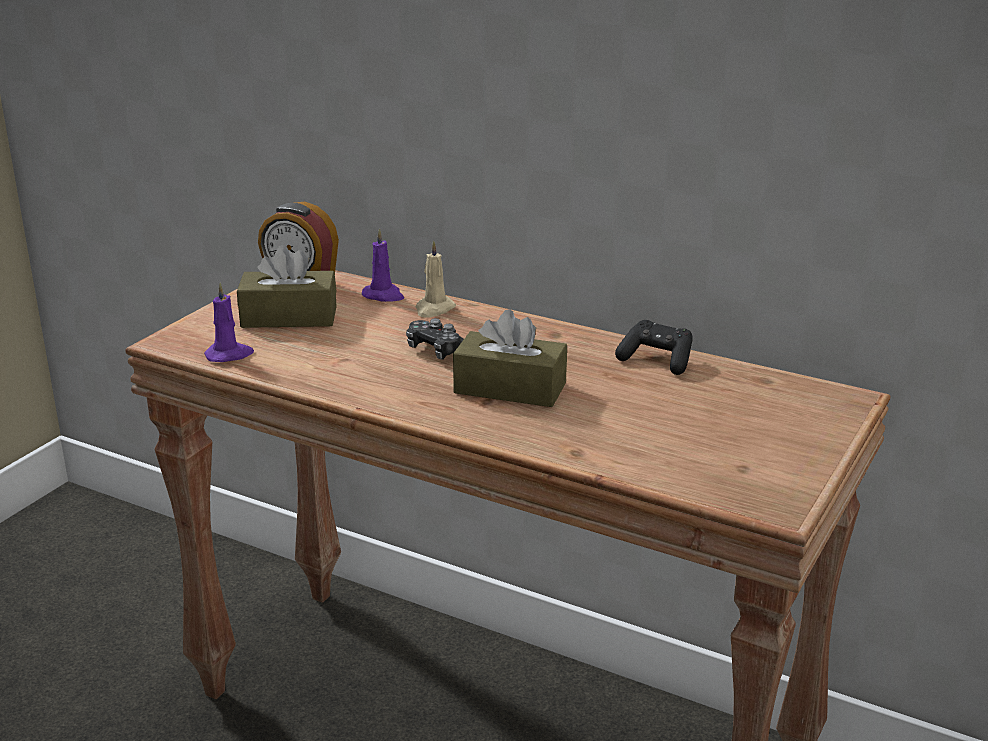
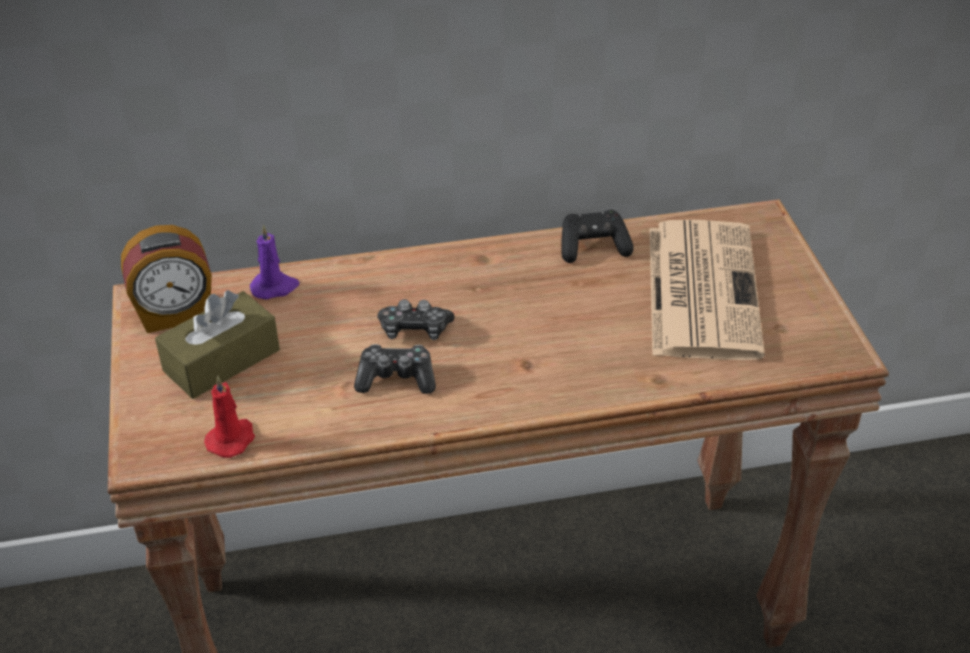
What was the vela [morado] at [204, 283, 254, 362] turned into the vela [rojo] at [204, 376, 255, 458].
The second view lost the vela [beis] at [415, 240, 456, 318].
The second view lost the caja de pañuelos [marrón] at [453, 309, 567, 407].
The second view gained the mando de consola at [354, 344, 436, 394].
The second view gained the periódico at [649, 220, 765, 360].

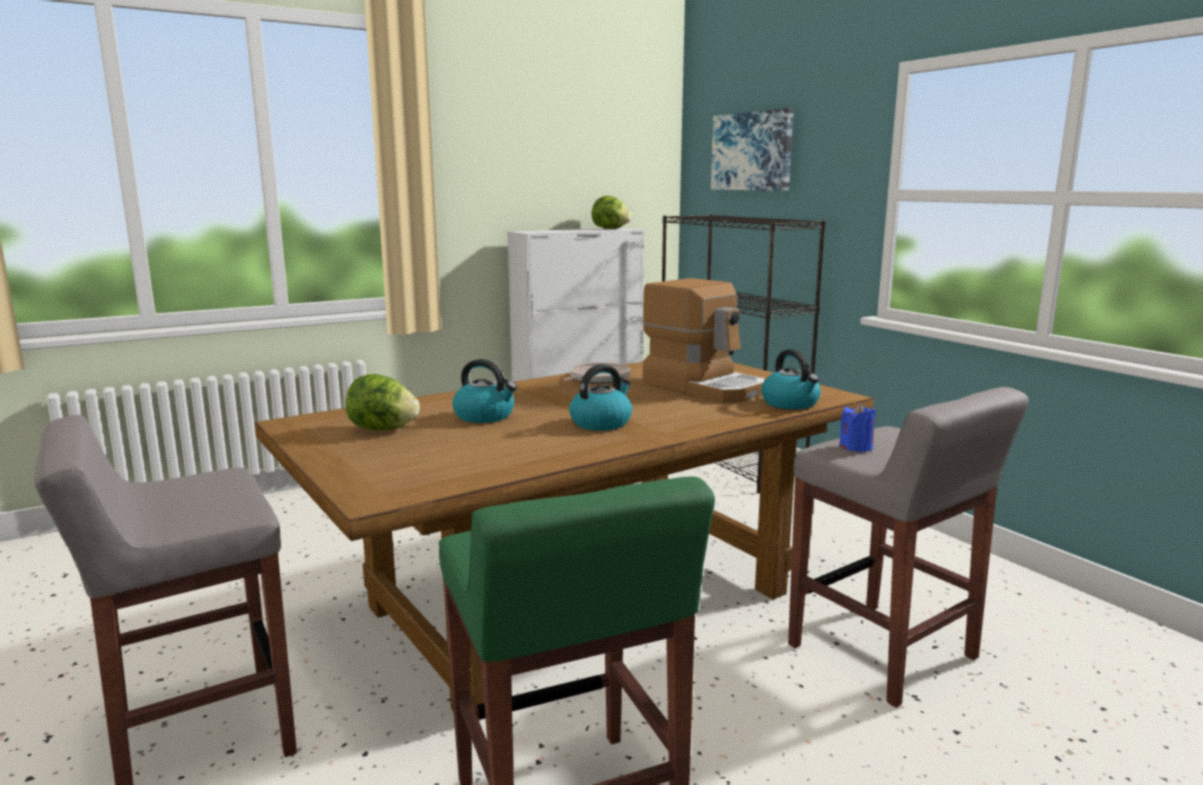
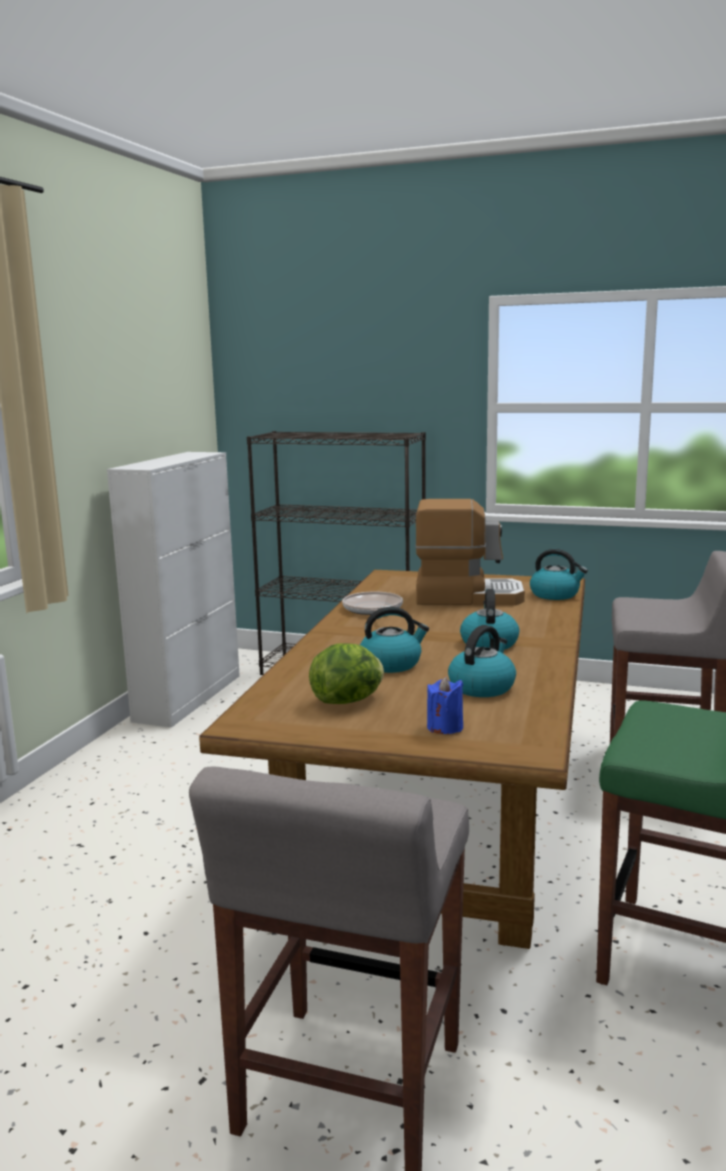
The second view lost the lechuga at [592, 196, 632, 229].
The second view lost the cuadro at [711, 108, 794, 191].
The vela [azul] ended up elsewhere, having gone from [839, 403, 876, 452] to [427, 676, 463, 734].
The second view gained the hervidor at [448, 625, 516, 697].

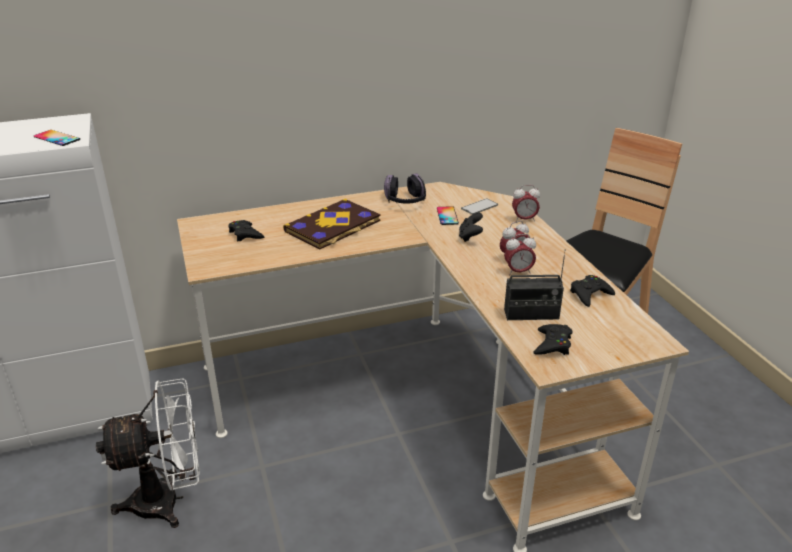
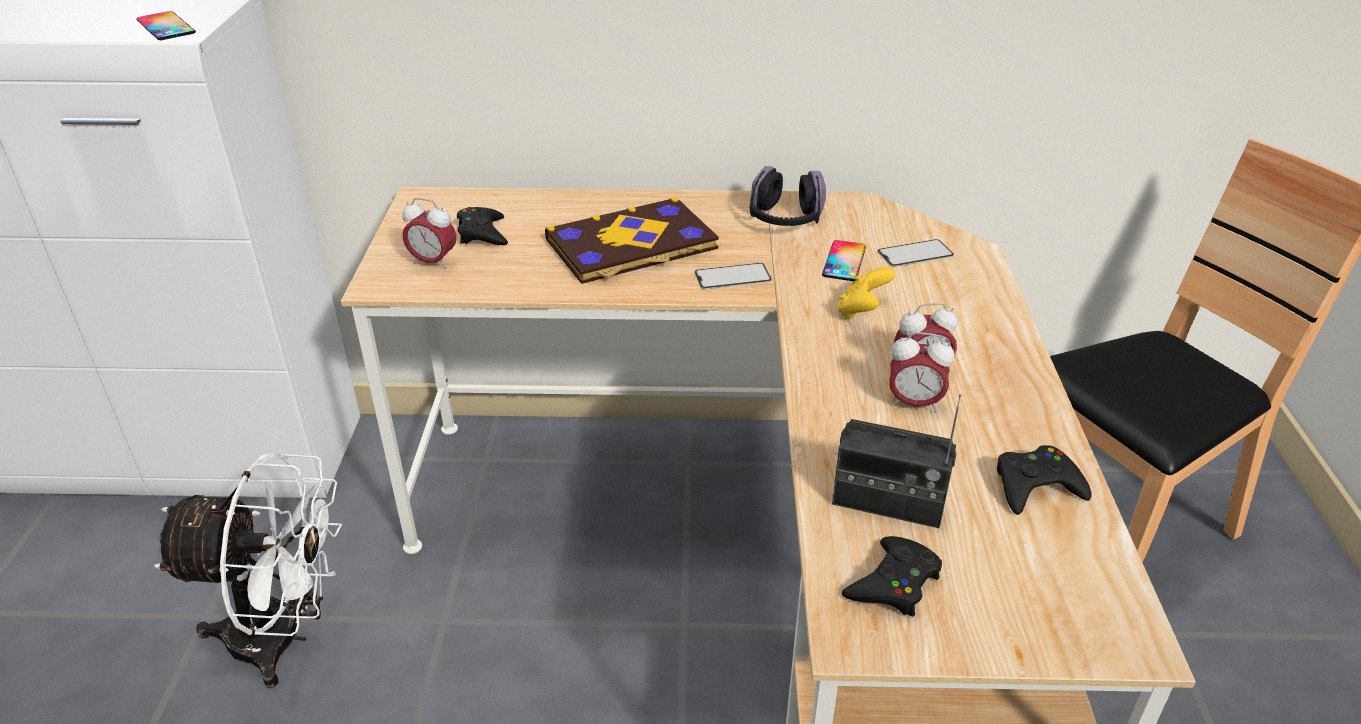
What was the mando de consola [negro] at [459, 212, 483, 242] turned into the mando de consola [amarillo] at [837, 267, 896, 319].
The despertador ended up elsewhere, having gone from [512, 185, 540, 222] to [402, 198, 456, 269].
The second view gained the móvil at [695, 263, 772, 290].

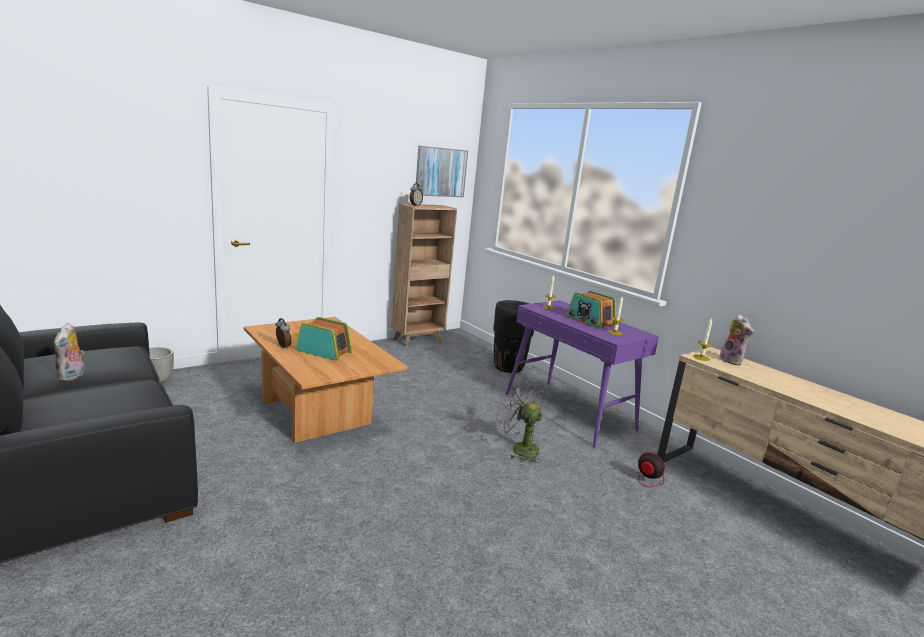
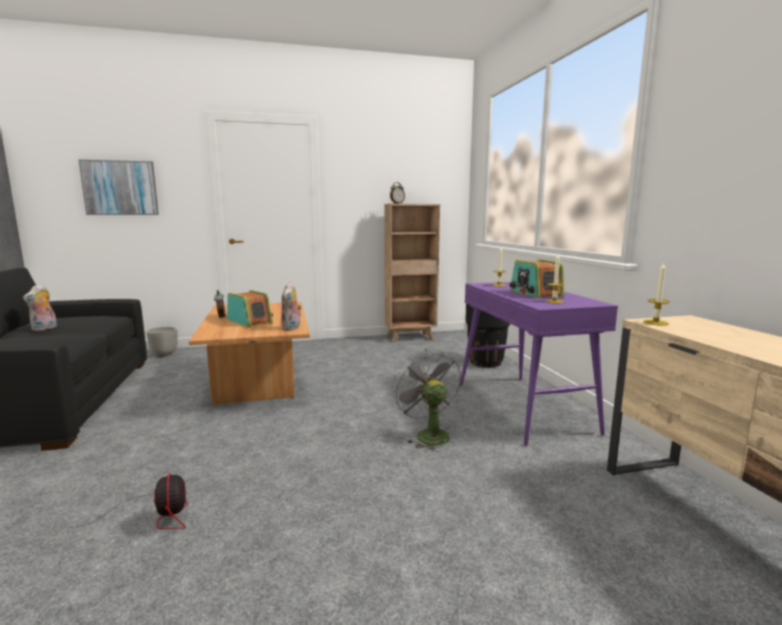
The cuadro ended up elsewhere, having gone from [415, 146, 468, 197] to [79, 160, 159, 215].
The ventilador ended up elsewhere, having gone from [601, 452, 665, 496] to [70, 474, 188, 529].
The peluche ended up elsewhere, having gone from [719, 315, 754, 365] to [281, 282, 302, 331].

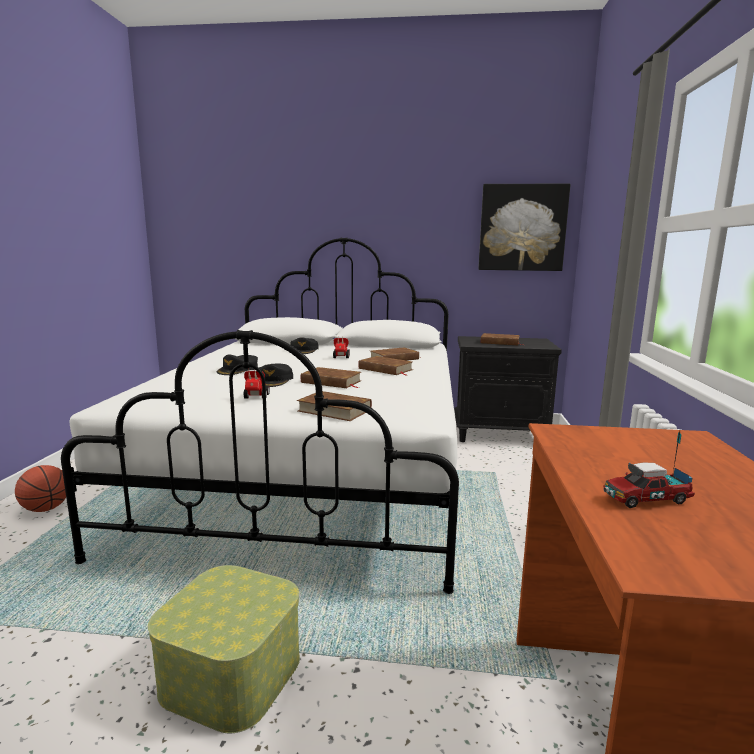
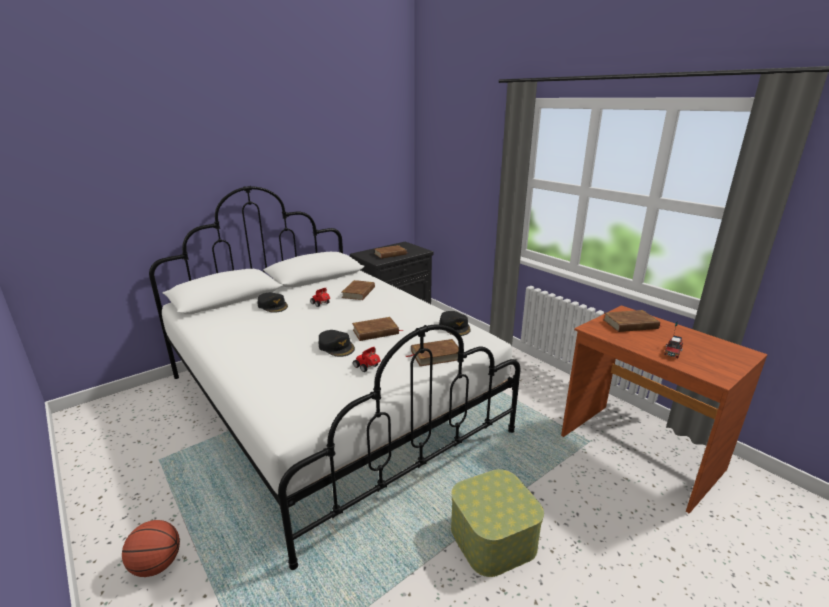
The gorra [negro] ended up elsewhere, having gone from [217, 355, 258, 375] to [439, 311, 471, 336].
The libro [marrón] ended up elsewhere, having gone from [358, 356, 413, 376] to [603, 310, 661, 332].
The second view lost the cuadro at [478, 184, 570, 271].

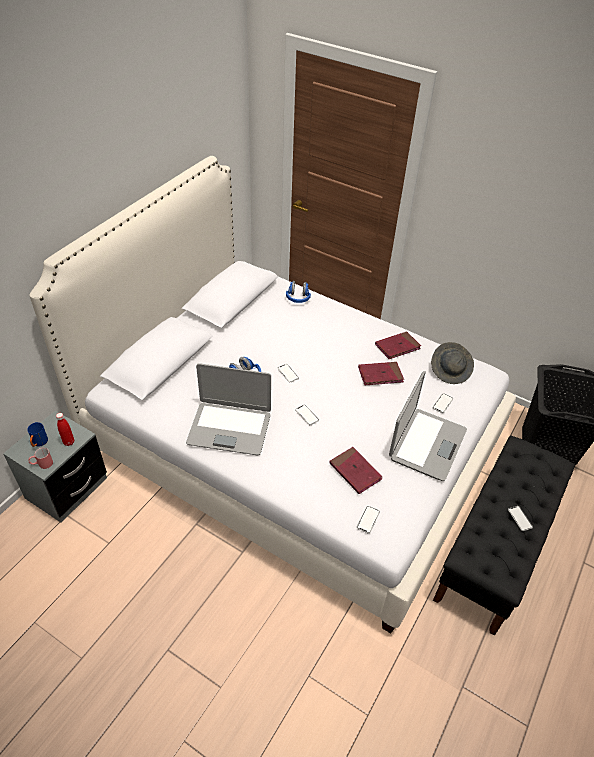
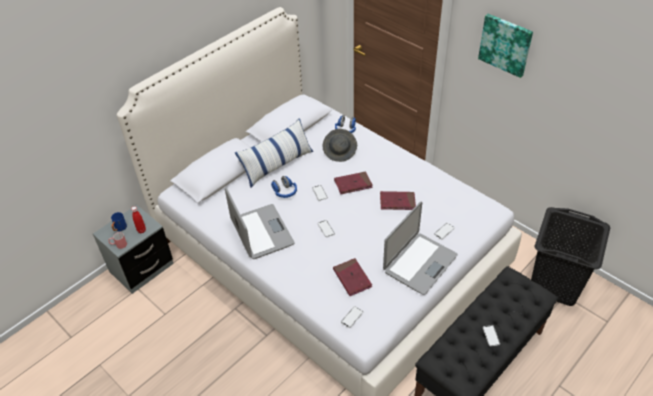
The portátil at [186, 363, 271, 455] ended up facing another way, 135 degrees counterclockwise from before.
The libro [rojo] ended up elsewhere, having gone from [375, 331, 421, 359] to [334, 171, 373, 194].
The sombrero [gris] ended up elsewhere, having gone from [431, 342, 474, 384] to [323, 129, 357, 162].
The second view gained the cojín at [235, 118, 313, 188].
The second view gained the cuadro at [478, 14, 533, 78].

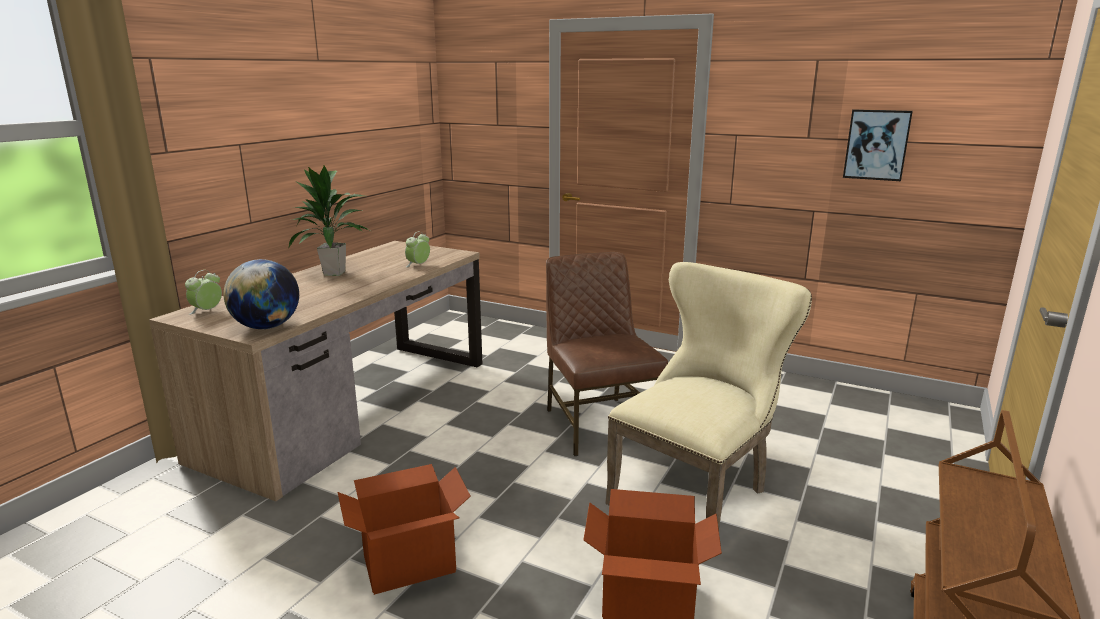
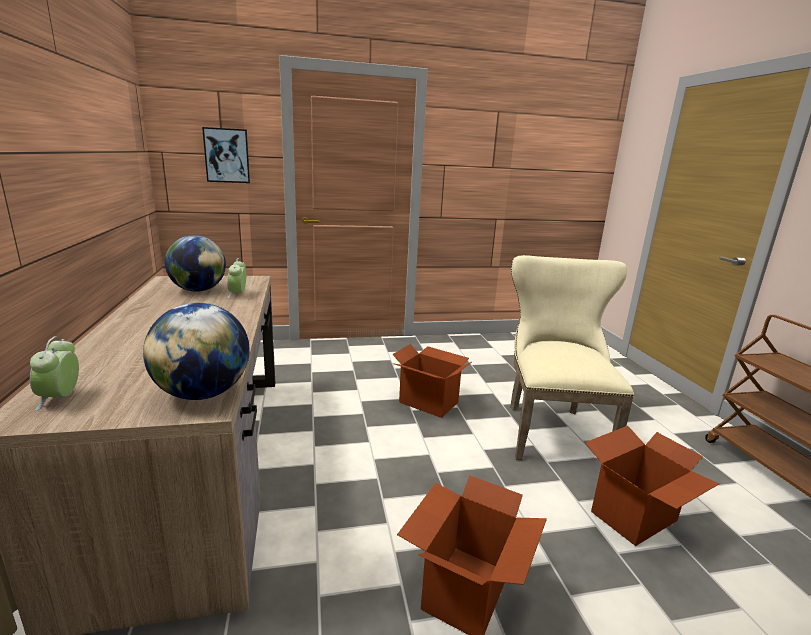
The second view lost the planta en maceta at [288, 166, 371, 276].
Where the silla [marrón] stood at [546, 252, 668, 456], the caja de cartón came to stand at [392, 344, 472, 418].
The cuadro ended up elsewhere, having gone from [843, 109, 913, 181] to [202, 127, 250, 183].
The second view gained the globo terráqueo at [165, 235, 226, 292].

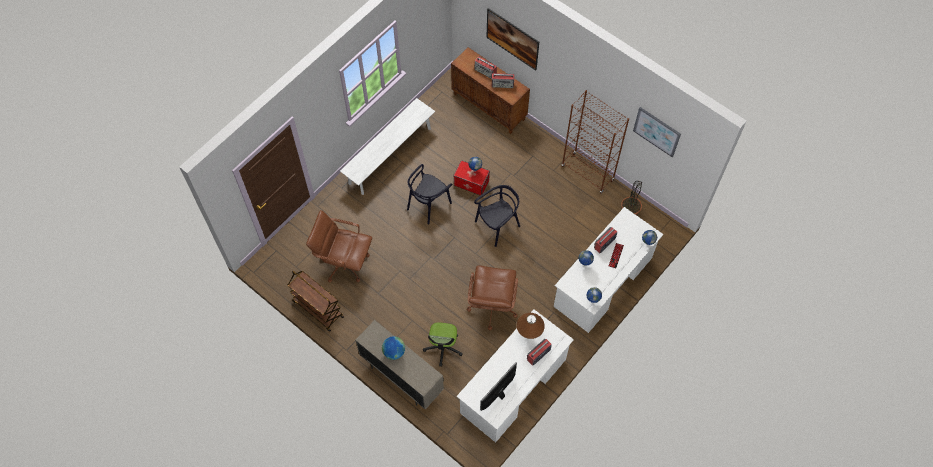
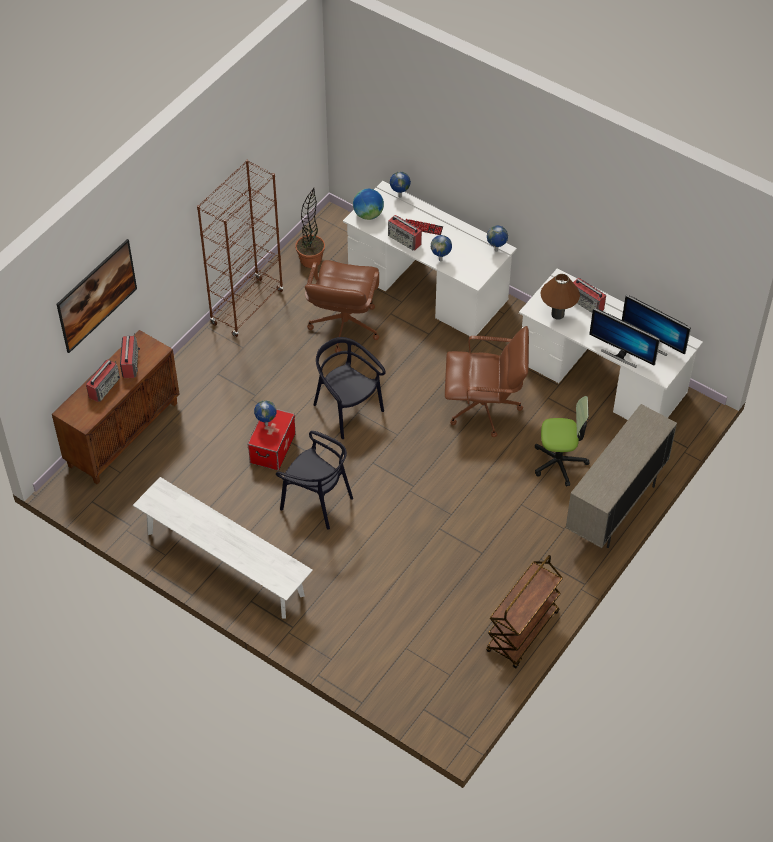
The silla de oficina [marrón] ended up elsewhere, having gone from [306, 210, 372, 283] to [305, 260, 379, 353].
The globo terráqueo ended up elsewhere, having gone from [382, 336, 405, 360] to [353, 189, 384, 220].
The second view lost the cuadro at [633, 107, 681, 157].
The second view gained the monitor at [589, 308, 660, 368].

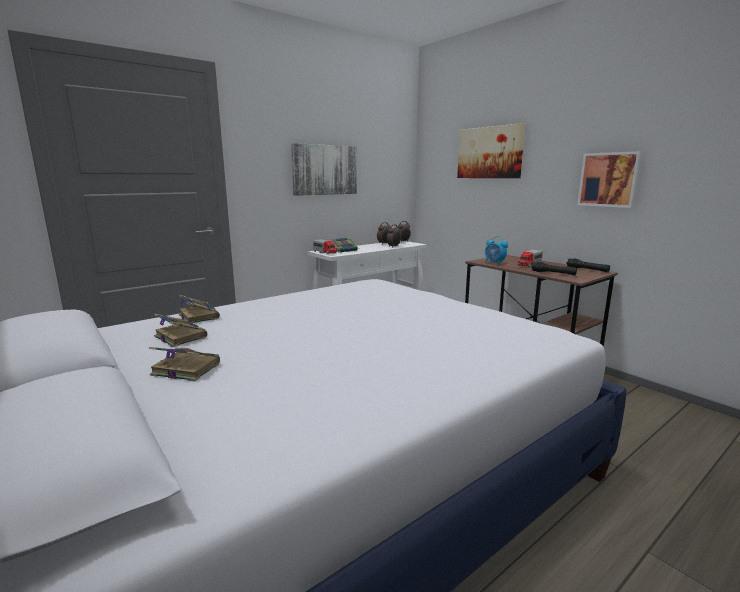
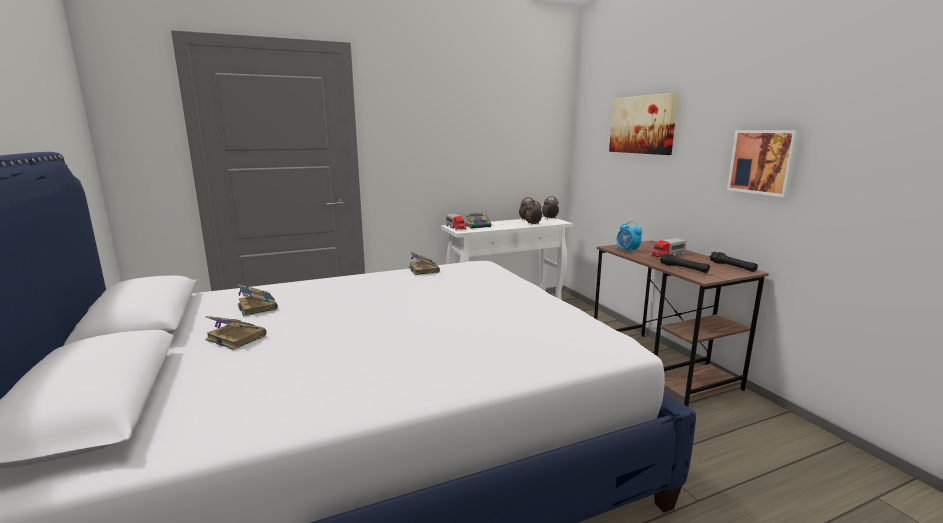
The libro ended up elsewhere, having gone from [179, 295, 220, 323] to [408, 251, 440, 275].
The second view lost the cuadro at [291, 143, 357, 196].

